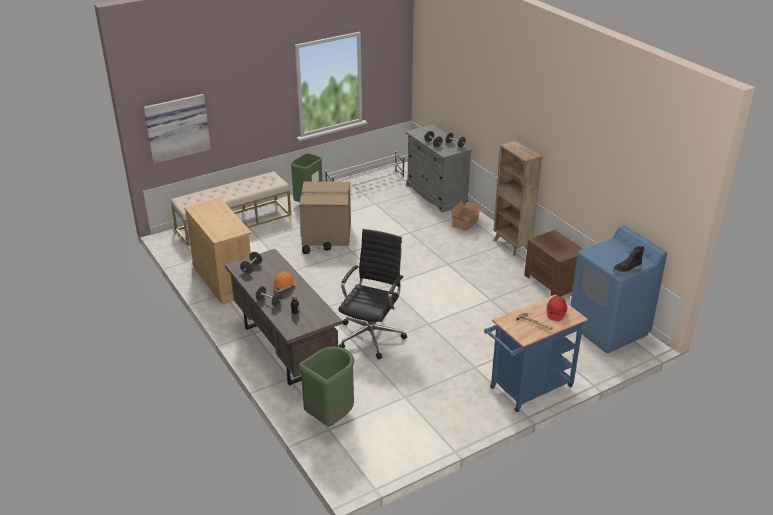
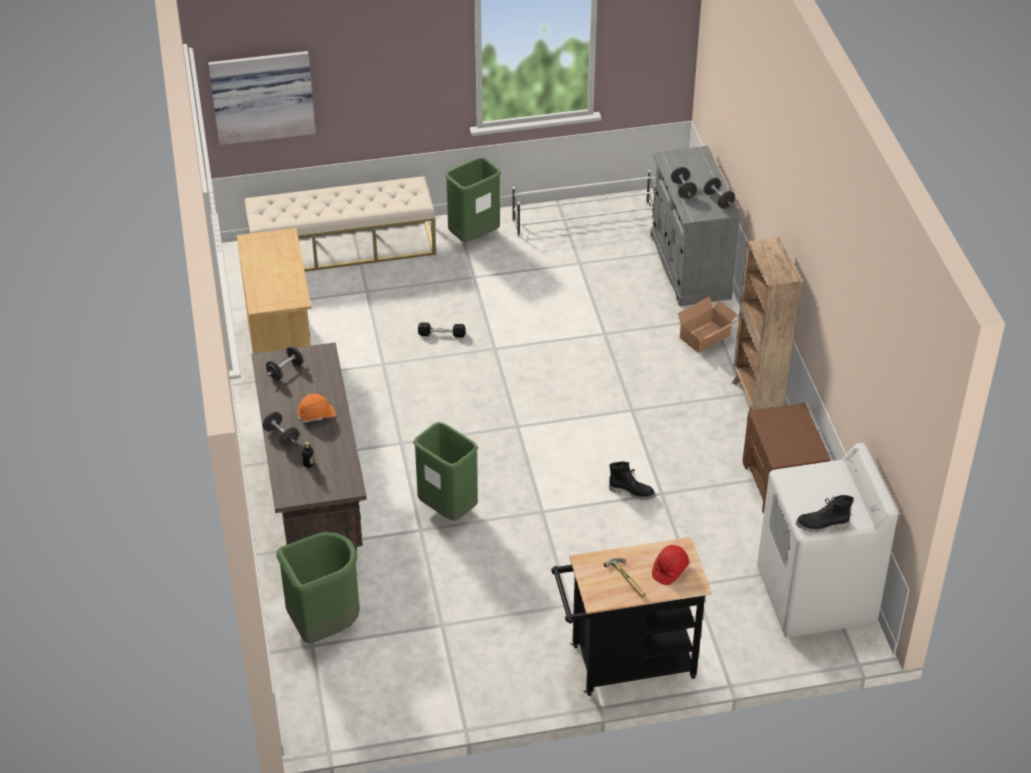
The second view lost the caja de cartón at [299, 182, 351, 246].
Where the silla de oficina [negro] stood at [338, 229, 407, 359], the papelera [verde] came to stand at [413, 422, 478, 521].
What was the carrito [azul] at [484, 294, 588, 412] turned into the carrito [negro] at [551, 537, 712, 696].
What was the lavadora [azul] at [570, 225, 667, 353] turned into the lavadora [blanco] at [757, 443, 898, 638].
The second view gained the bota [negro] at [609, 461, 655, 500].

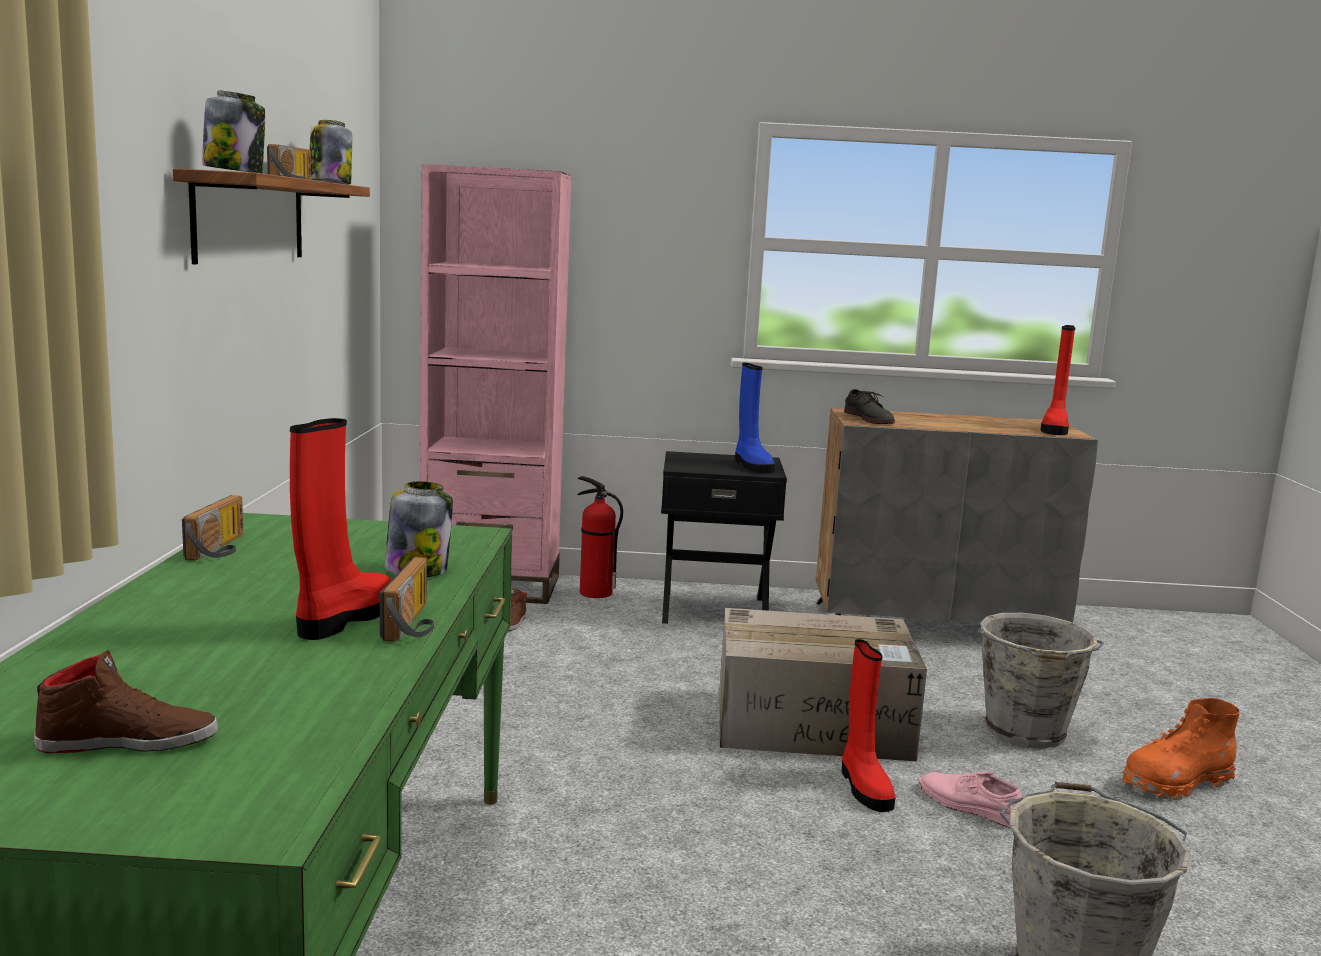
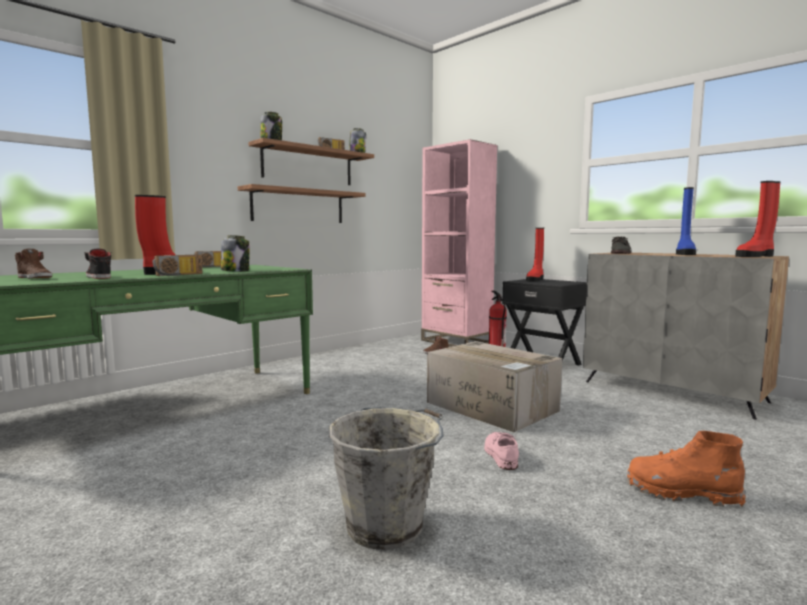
The bota [azul] ended up elsewhere, having gone from [735, 363, 775, 474] to [676, 187, 696, 255].
The bota [rojo] ended up elsewhere, having gone from [842, 639, 895, 812] to [526, 228, 544, 282].
The second view lost the cubo [gris] at [977, 613, 1104, 748].
The second view gained the zapato [negro] at [84, 248, 111, 279].
The second view gained the estante at [238, 184, 365, 223].

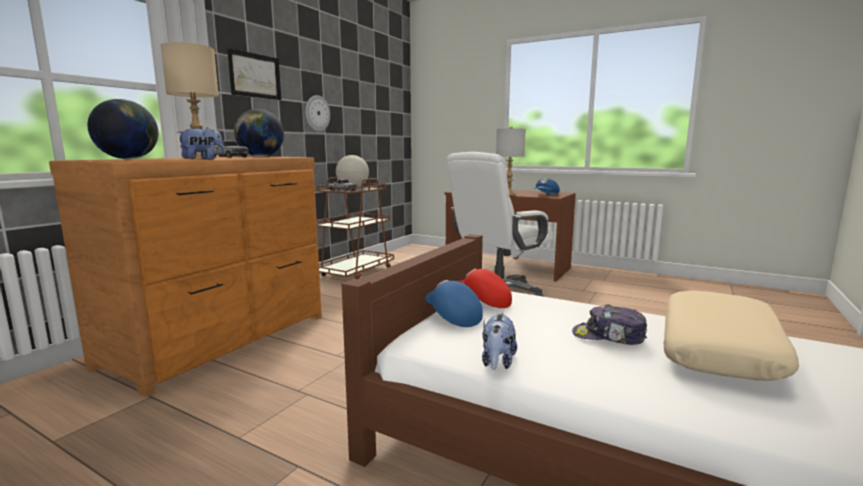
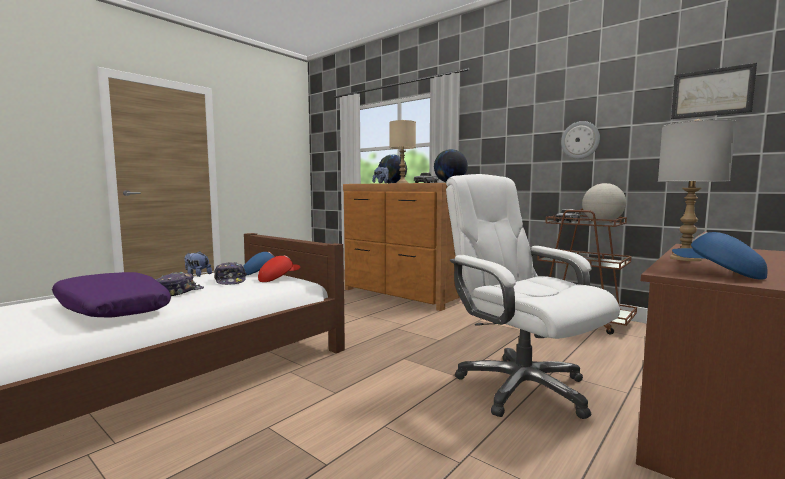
The cuadro ended up elsewhere, having gone from [227, 48, 281, 100] to [671, 63, 757, 119].
What was the cojín [beis] at [664, 291, 800, 381] turned into the cojín [morado] at [52, 272, 171, 318].
The second view gained the gorra at [214, 262, 247, 285].

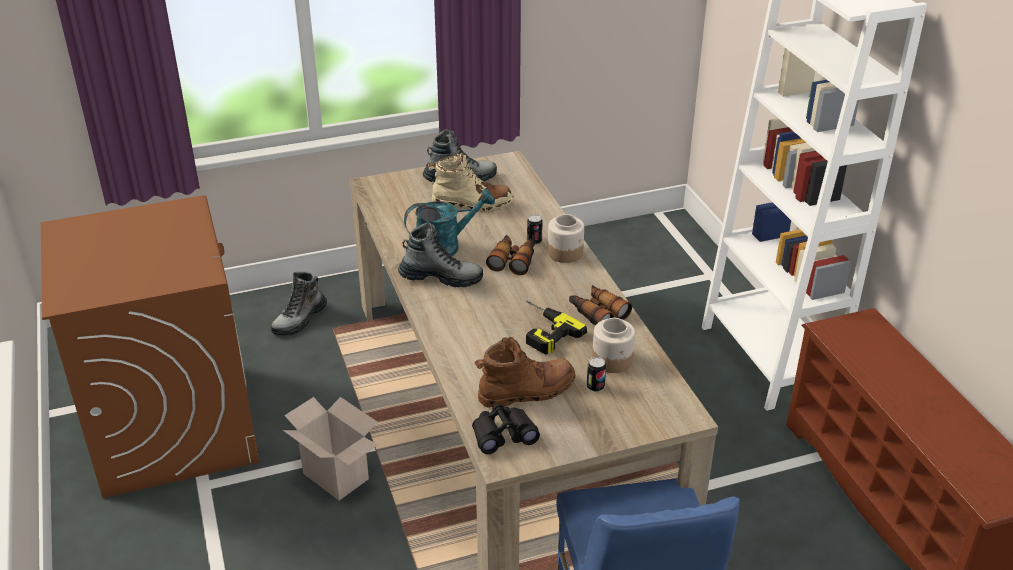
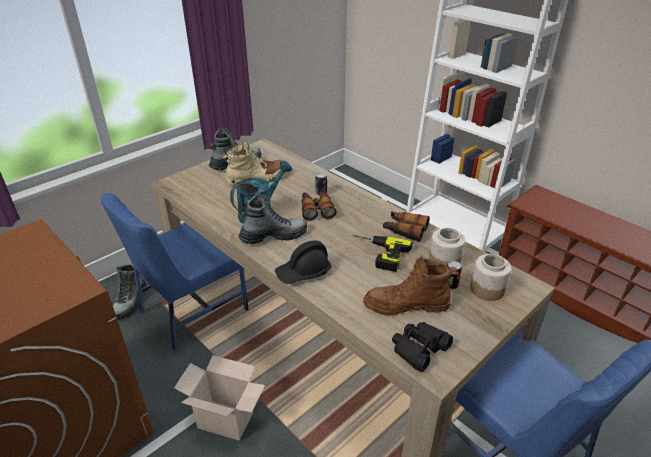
The bota [marrón] at [475, 337, 576, 408] ended up facing another way, 135 degrees counterclockwise from before.
The tarro ended up elsewhere, having gone from [548, 214, 584, 263] to [470, 254, 511, 301].
The second view gained the silla [azul] at [101, 193, 248, 351].
The second view gained the casco [negro] at [275, 240, 332, 284].

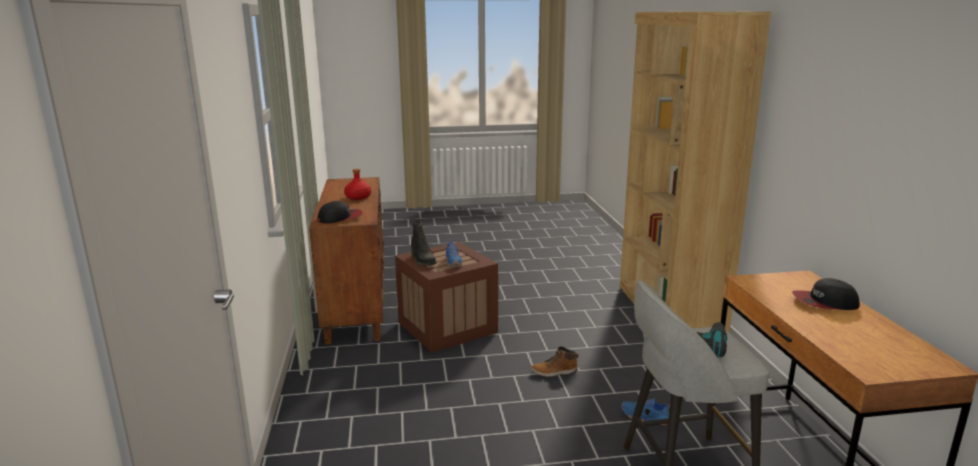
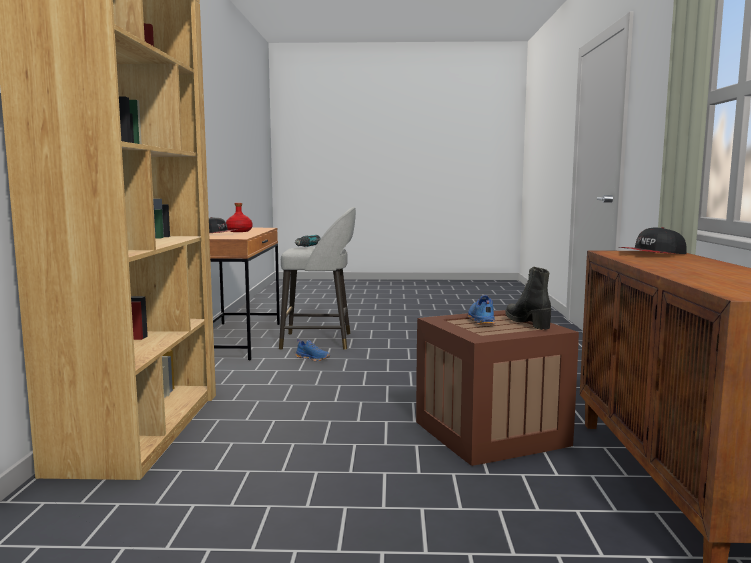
The botella [rojo] ended up elsewhere, having gone from [344, 169, 371, 200] to [226, 203, 253, 232].
The second view lost the bota at [531, 347, 578, 377].

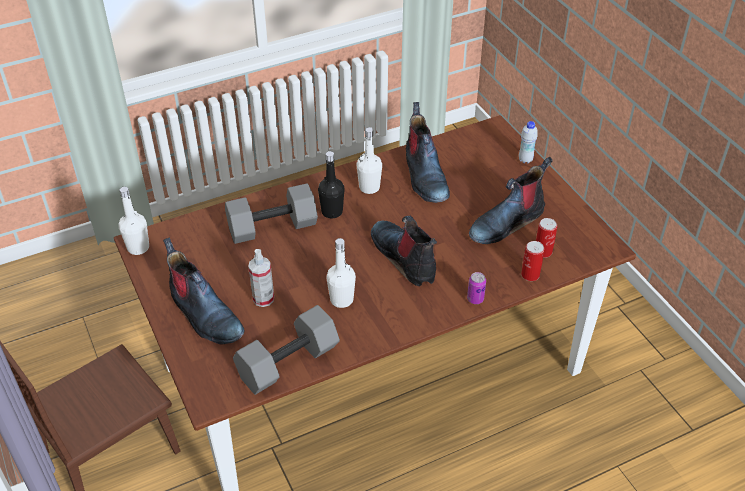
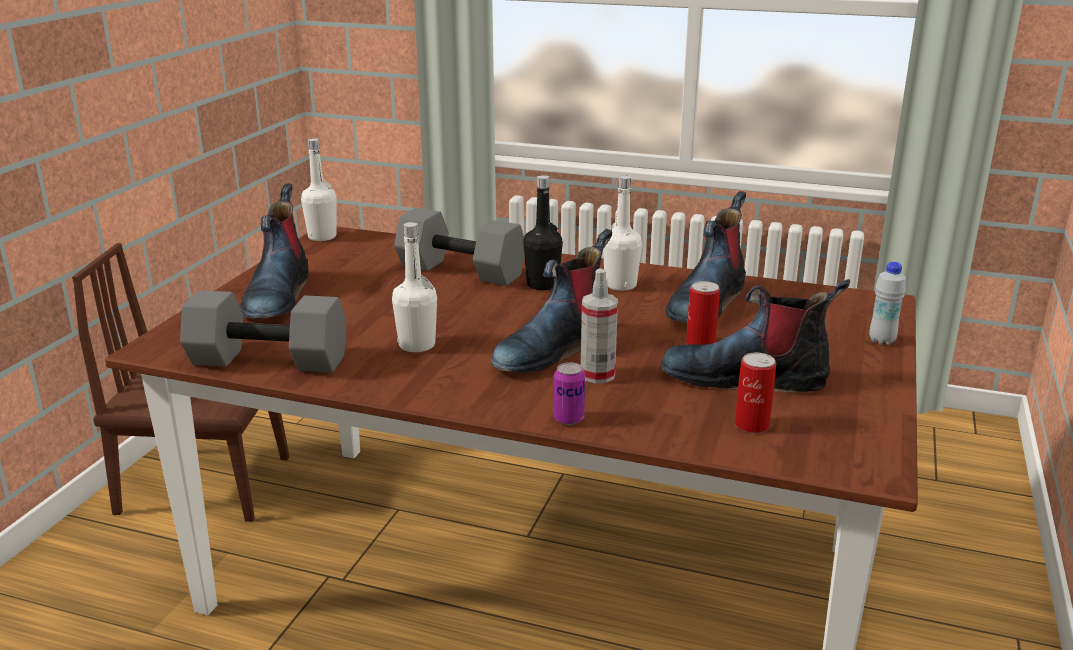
The pulverizador ended up elsewhere, having gone from [248, 249, 274, 307] to [581, 269, 618, 384].
The bota at [371, 216, 437, 287] ended up facing another way, 150 degrees counterclockwise from before.
The lata ended up elsewhere, having gone from [521, 241, 544, 281] to [686, 281, 720, 345].

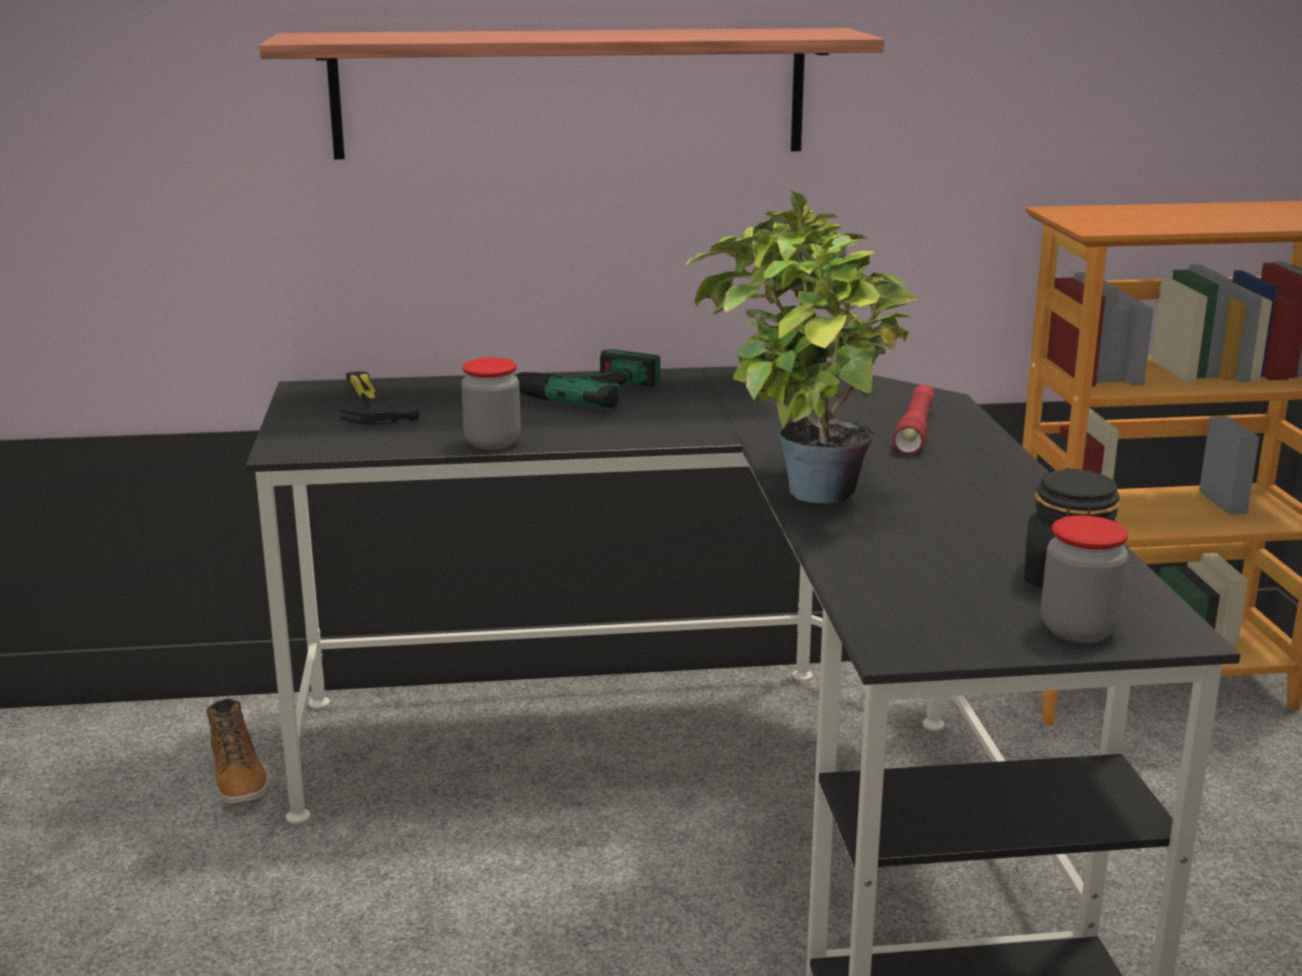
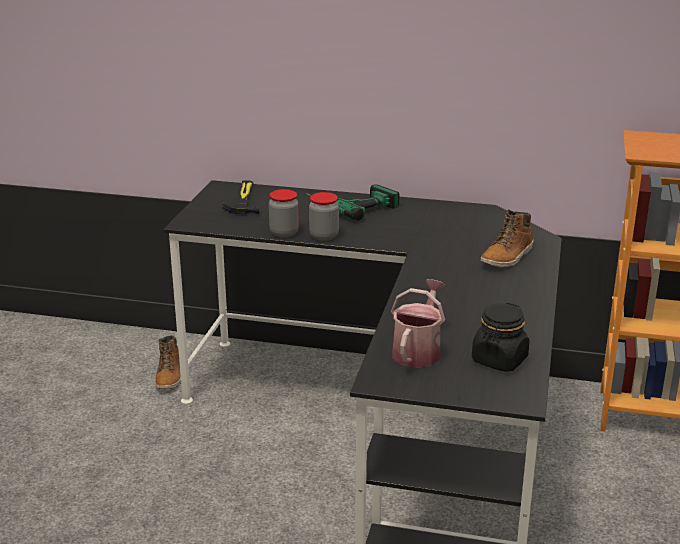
The second view lost the estante at [259, 28, 884, 159].
The second view lost the planta en maceta at [686, 190, 917, 503].
Where the linterna [rojo] stood at [893, 384, 934, 454], the bota came to stand at [481, 209, 534, 268].
The tarro ended up elsewhere, having gone from [1041, 515, 1128, 643] to [309, 192, 339, 241].
The second view gained the regadera at [391, 279, 446, 368].

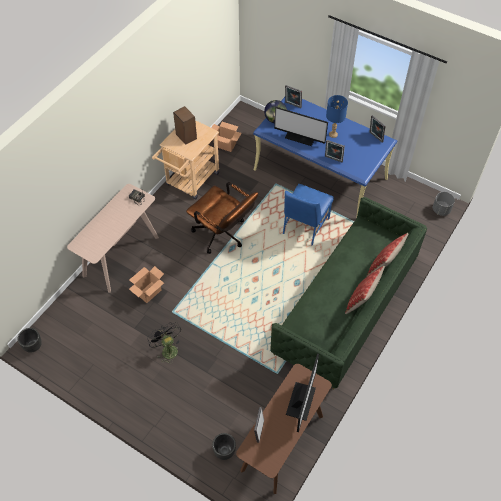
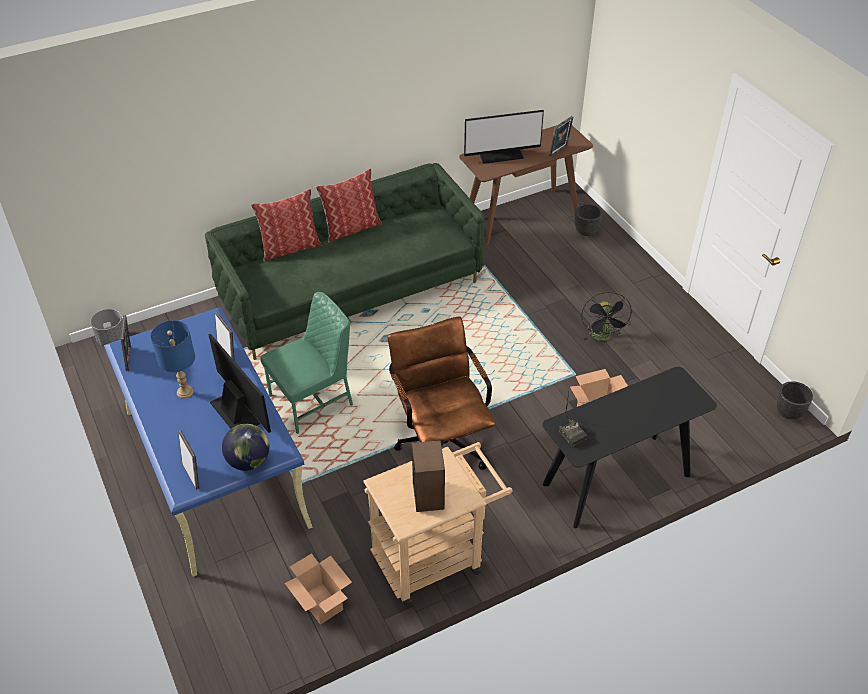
What was the mesa consola [beis] at [67, 184, 159, 293] turned into the mesa consola [negro] at [543, 367, 717, 528].
What was the silla [azul] at [283, 184, 334, 246] turned into the silla [verde] at [261, 292, 353, 434].
The monitor at [286, 353, 319, 432] ended up facing another way, 150 degrees counterclockwise from before.

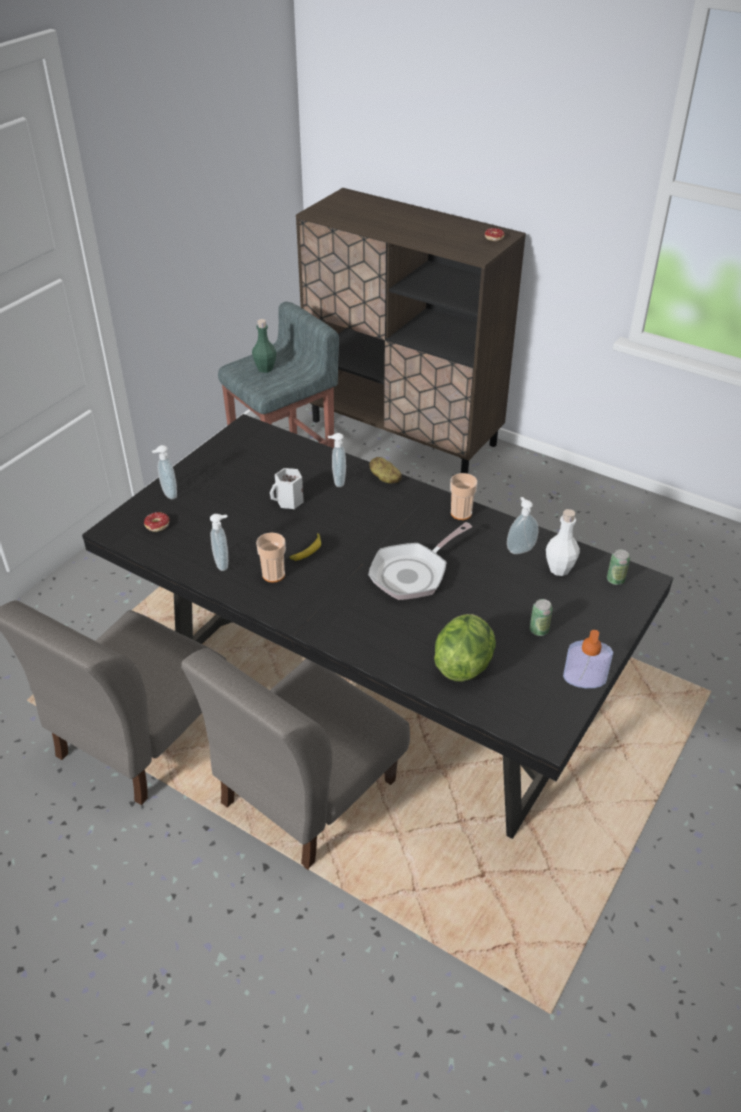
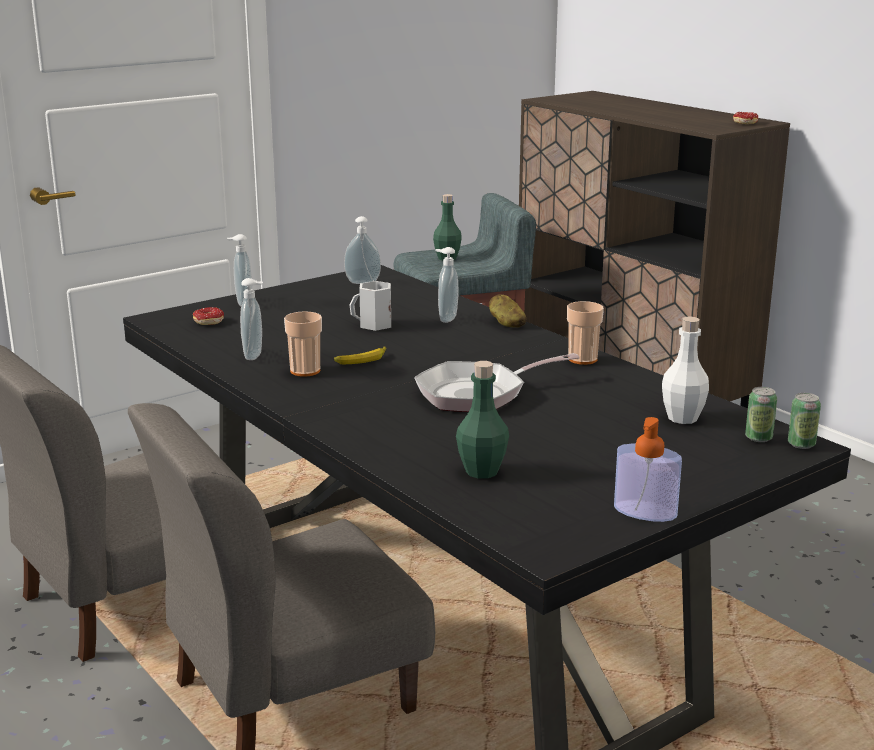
Where the lechuga stood at [434, 614, 496, 682], the botella [verde] came to stand at [456, 361, 509, 479].
The dispensador de jabón ended up elsewhere, having gone from [507, 497, 538, 554] to [344, 216, 381, 284].
The lata ended up elsewhere, having gone from [530, 599, 553, 636] to [788, 393, 821, 449].

